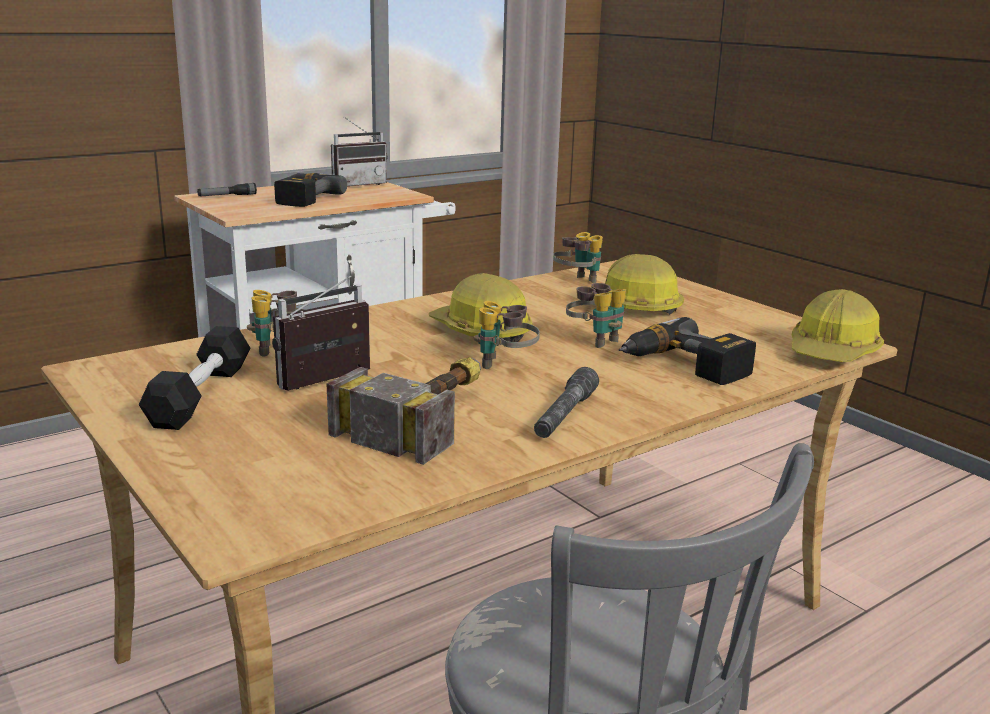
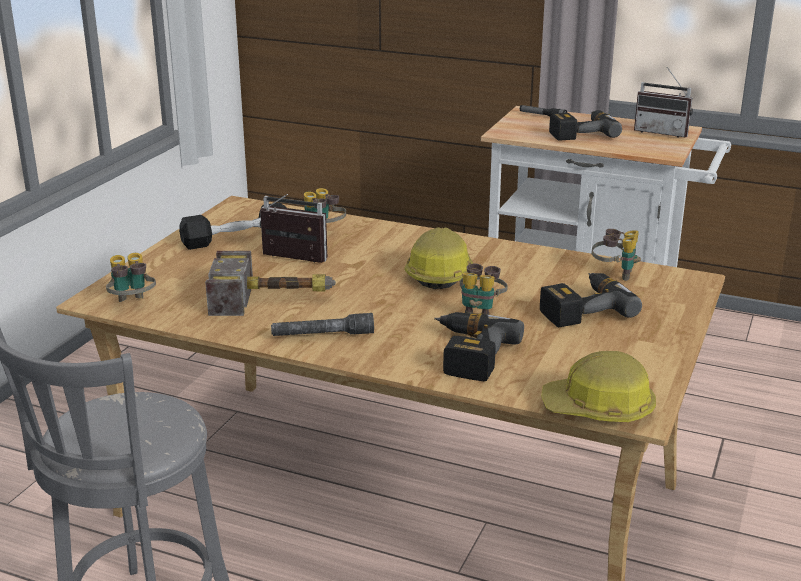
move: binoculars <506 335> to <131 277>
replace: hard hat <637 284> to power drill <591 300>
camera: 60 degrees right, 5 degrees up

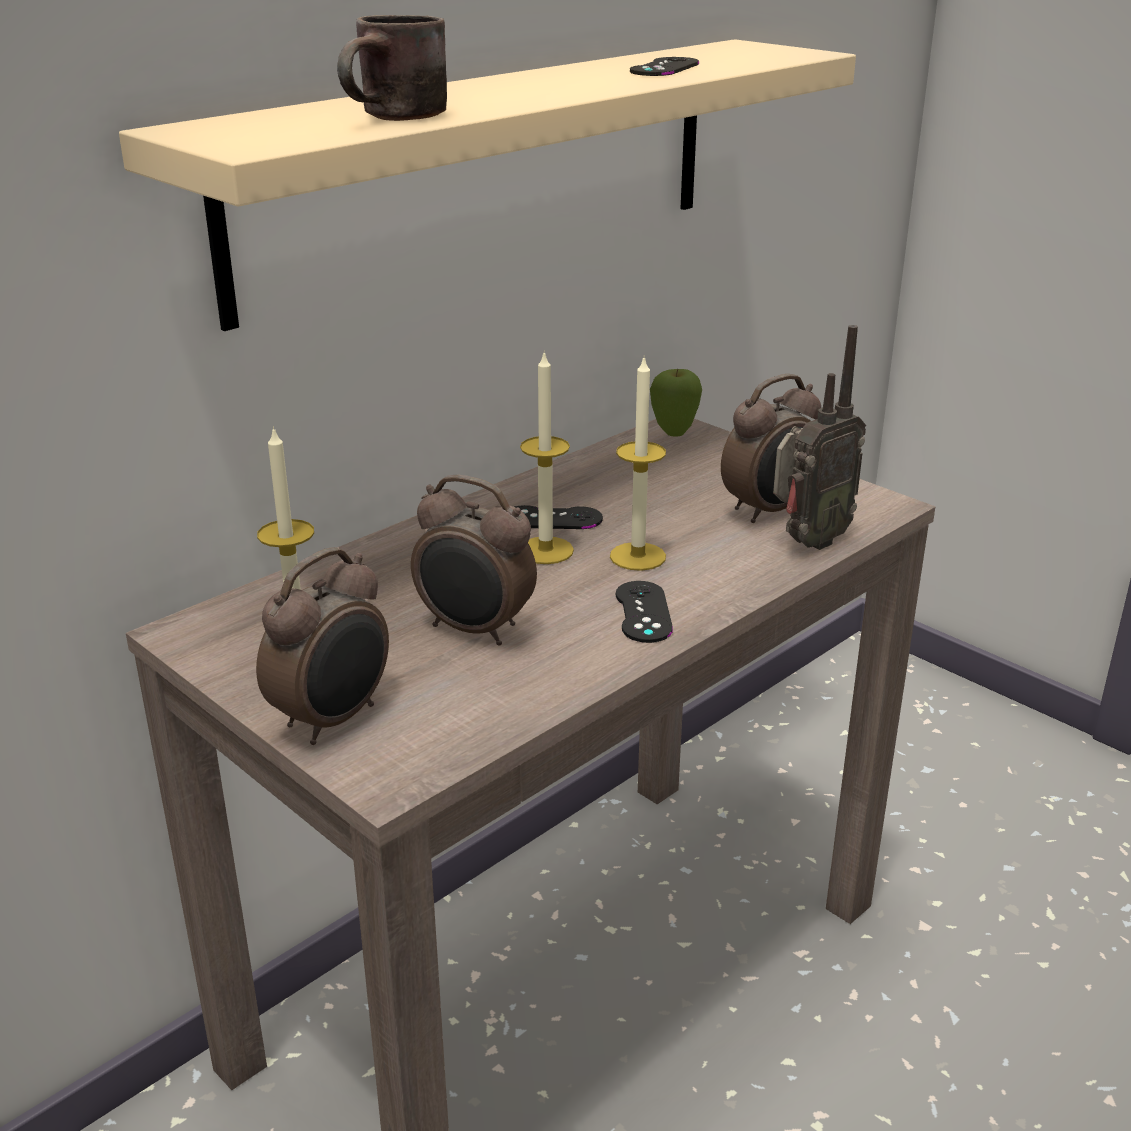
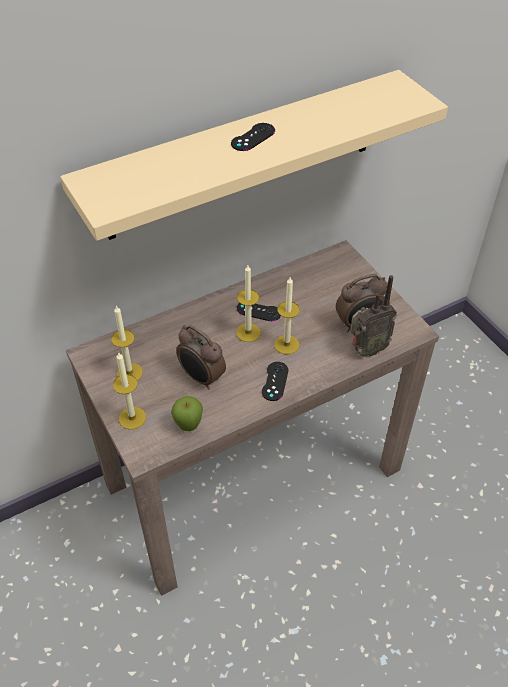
delete: brown mug <392 68>
move: black game controller <664 66> to <253 137>; apple <676 402> to <187 413>
replace: alarm clock <322 646> to candle <129 391>
camera: 15 degrees right, 20 degrees up

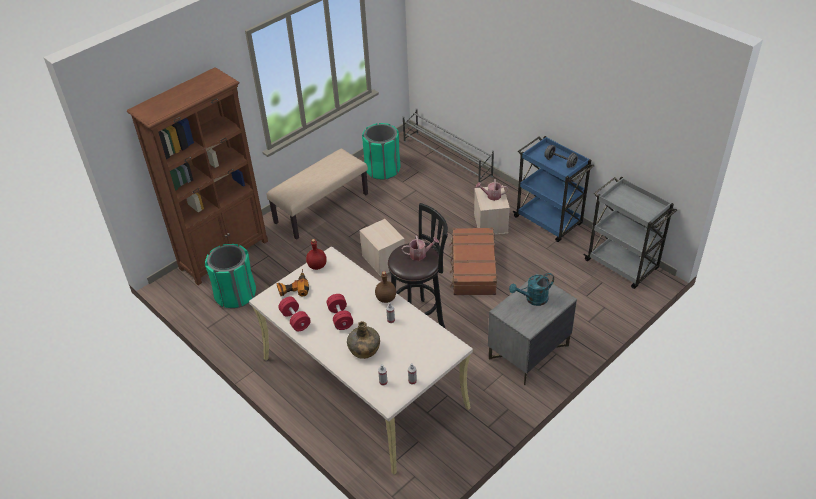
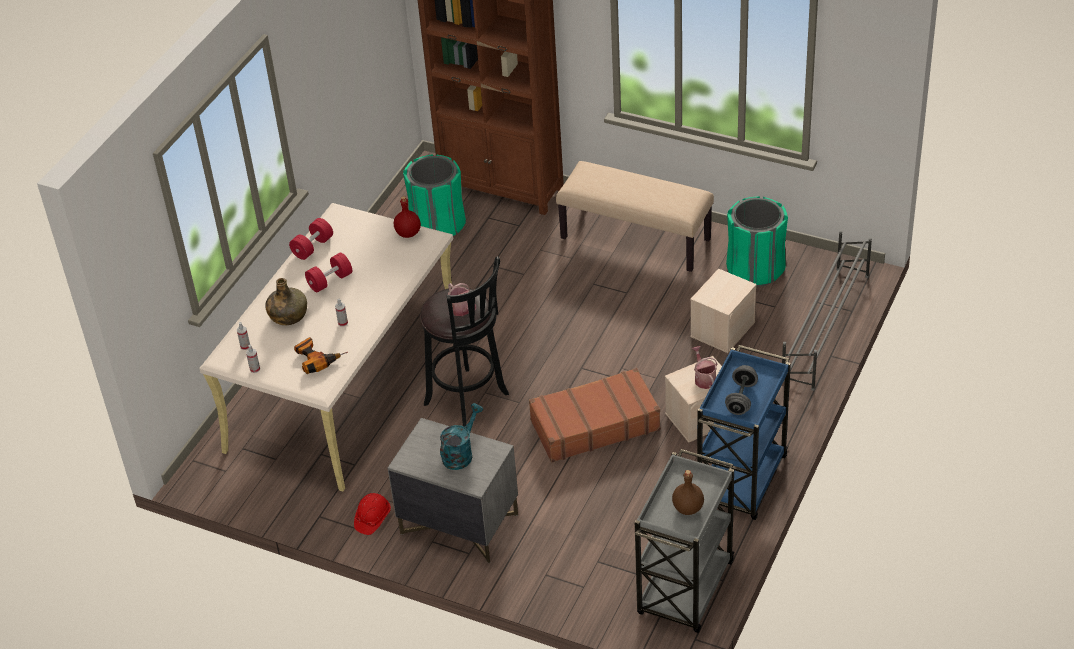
insert: red hard hat <372 514>
move: power drill <292 283> to <321 355>; beige storage box <382 247> to <723 311>; brown bottle <385 287> to <688 492>
rotate: turquoise watering can <531 289> = <461 436> 75 degrees clockwise
camera: 70 degrees right, 0 degrees up

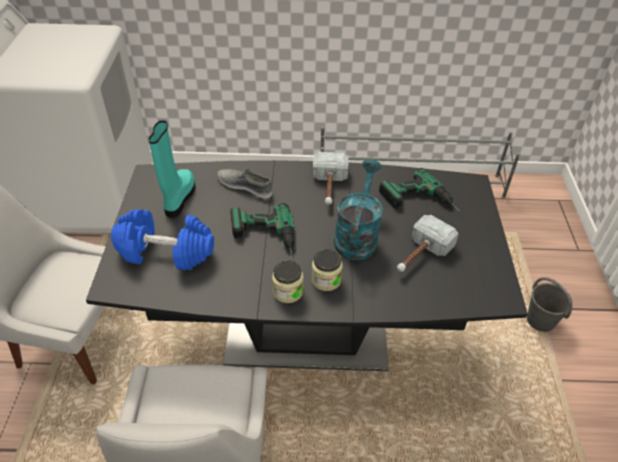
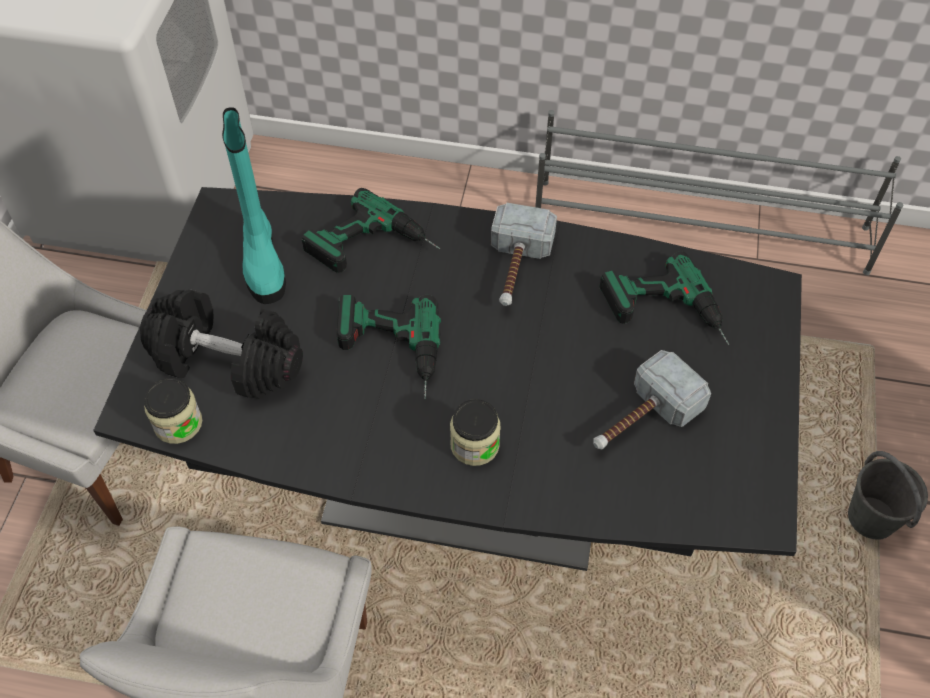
delete: turquoise watering can <358 209>
move: jar <287 281> to <173 411>
replace: grey shoe <245 183> to power drill <371 230>
recolor: blue dumbbell <162 239> to black dumbbell <221 344>
rotate: turquoise boot <172 169> = <254 205> 150 degrees clockwise
camera: 10 degrees right, 10 degrees up

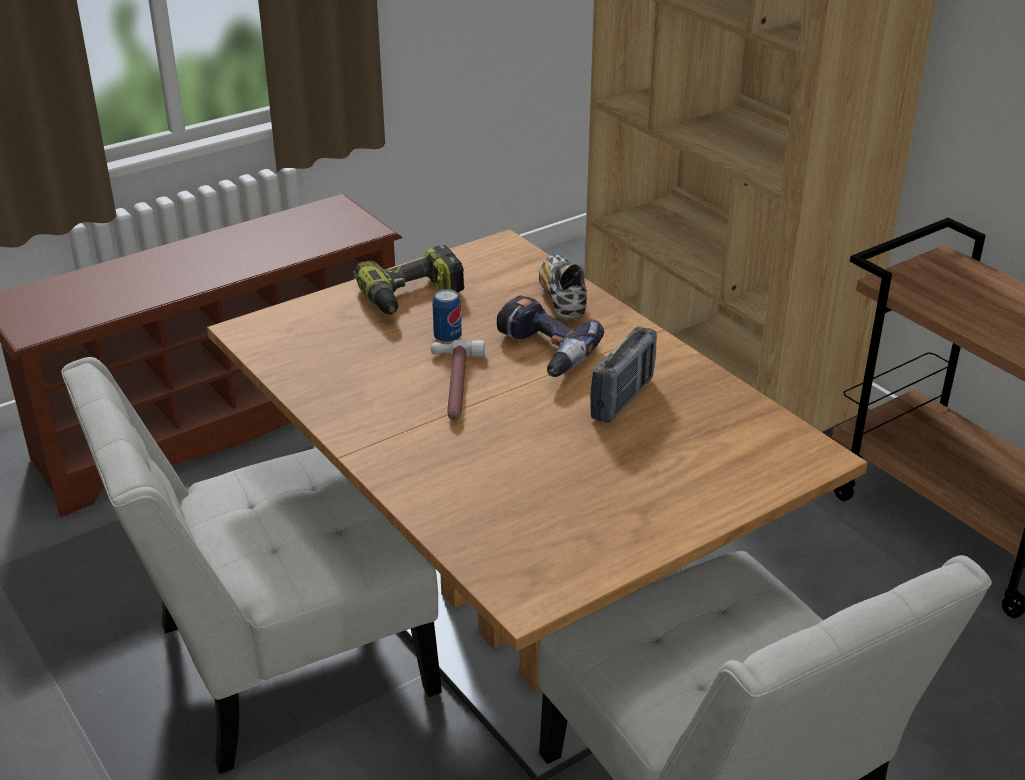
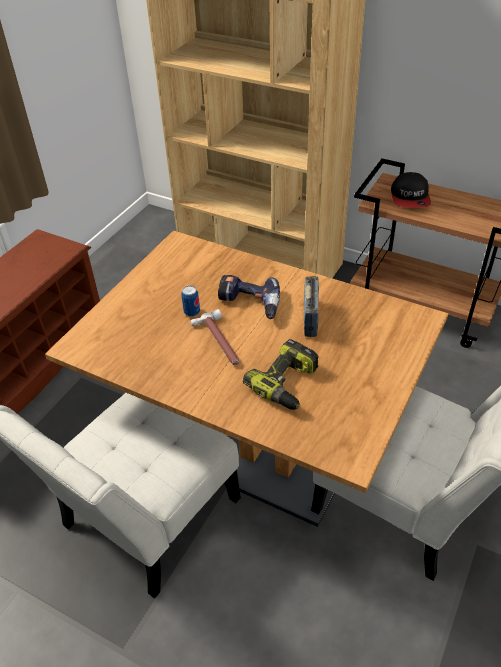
delete: shoe <563 287>
insert: cap <411 190>
move: power drill <409 280> to <280 374>
camera: 25 degrees left, 10 degrees up

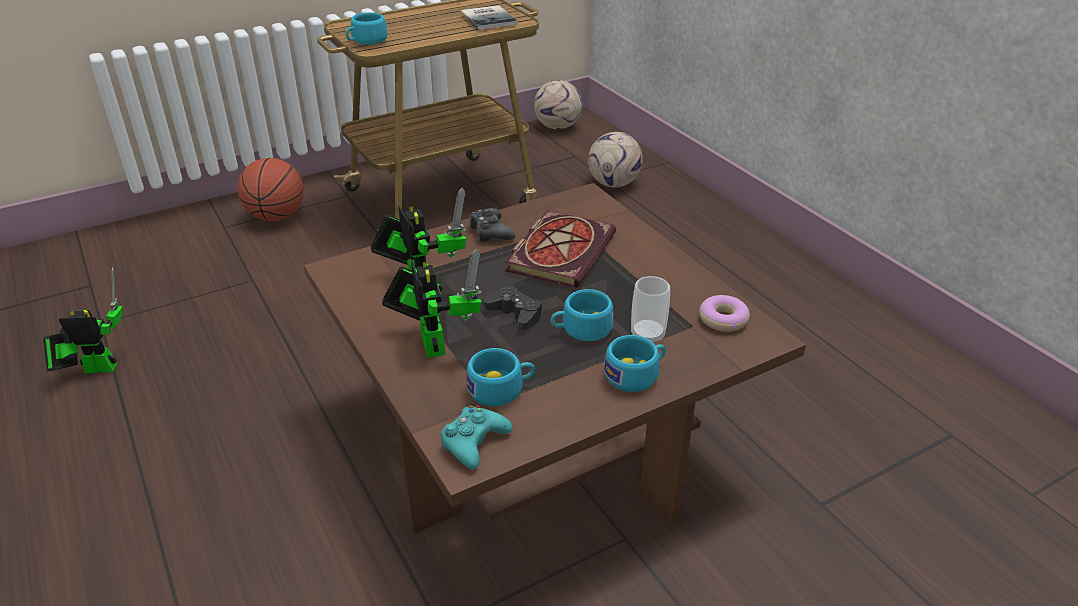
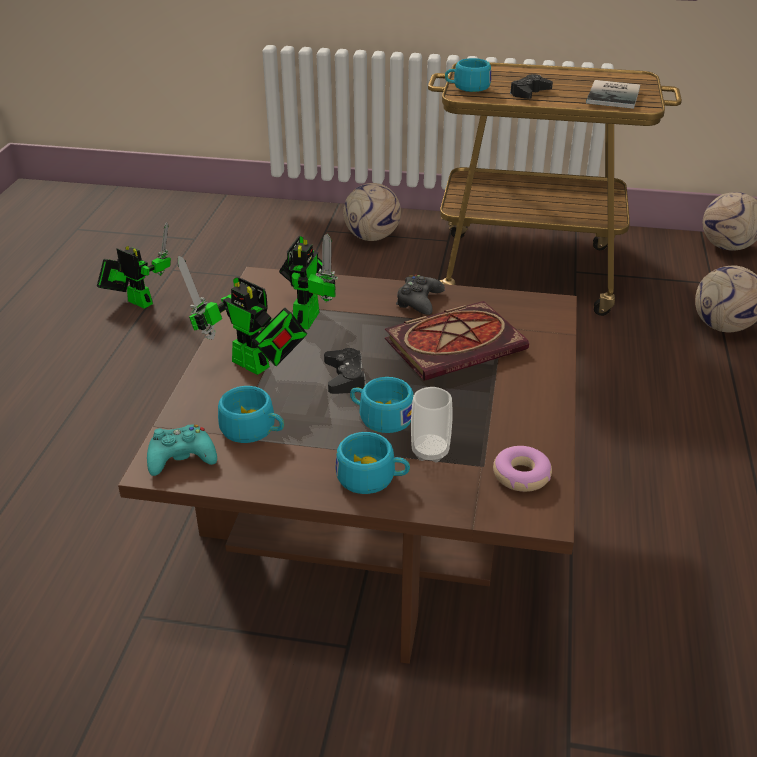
insert: black game controller <531 86>
replace: basketball <270 190> to football <372 212>
rotate: toy robot <432 303> = <242 315> 105 degrees clockwise
camera: 40 degrees right, 0 degrees up

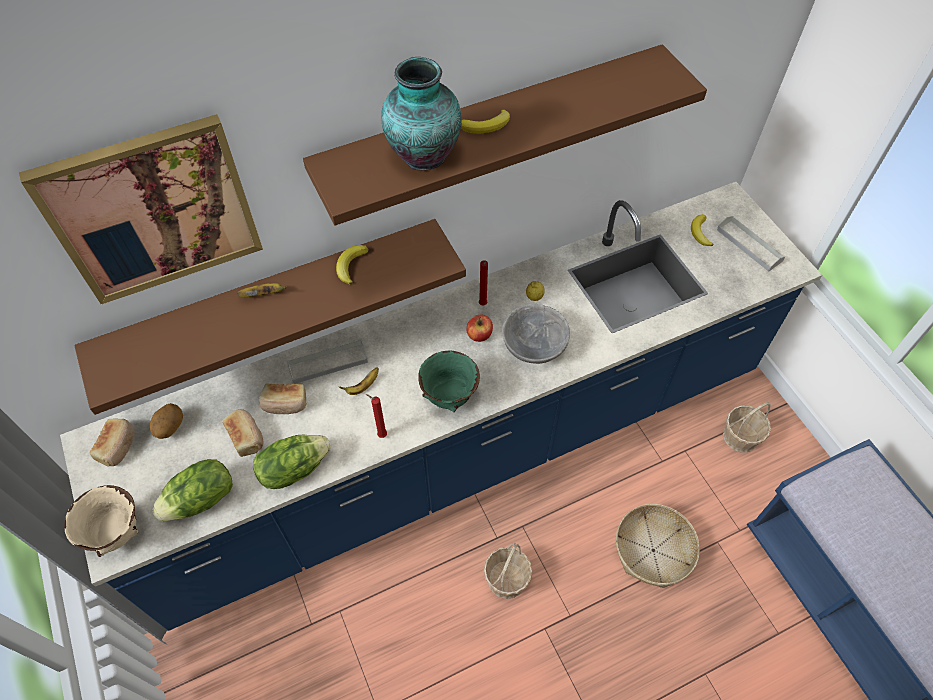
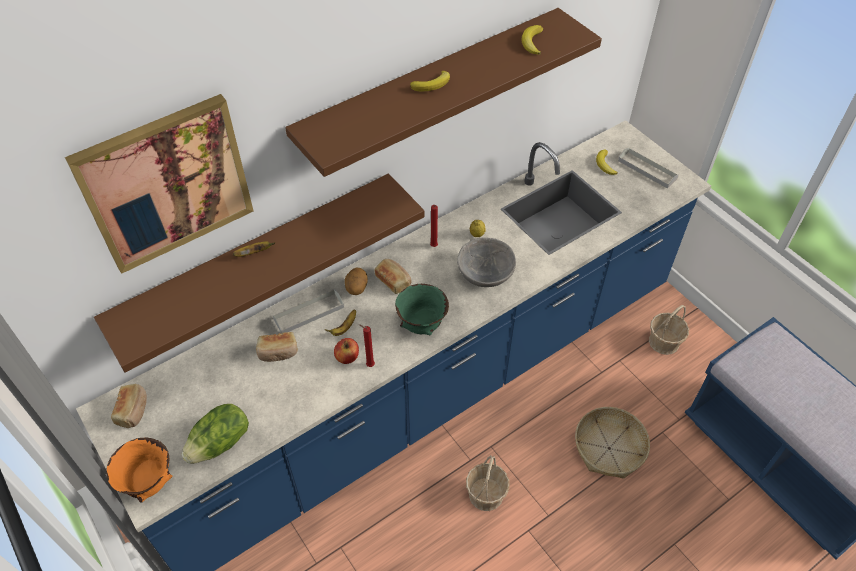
delete: lettuce <292 461>; vase <421 114>
move: potato <166 421> to <356 281>; bread <242 433> to <393 276>; banana <352 265> to <532 40>; apple <480 328> to <346 351>
recolor: beige bowl <101 521> to orange bowl <139 470>
camera: 10 degrees left, 5 degrees down

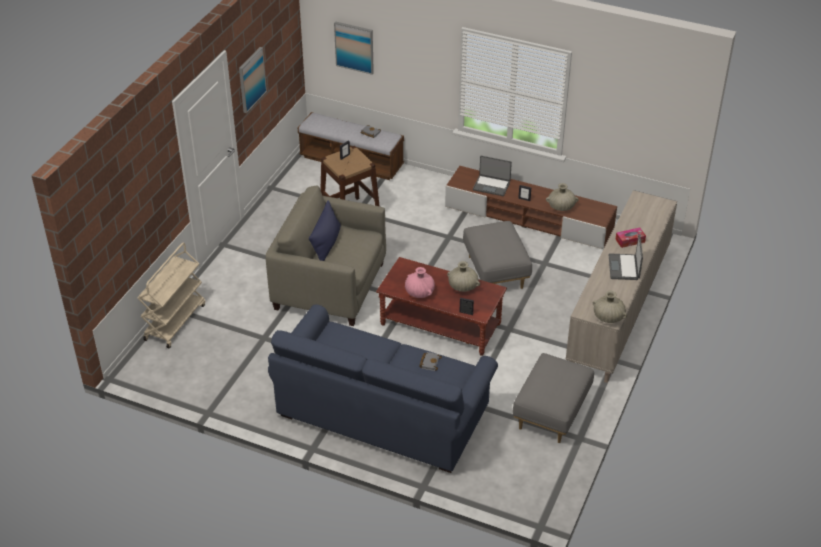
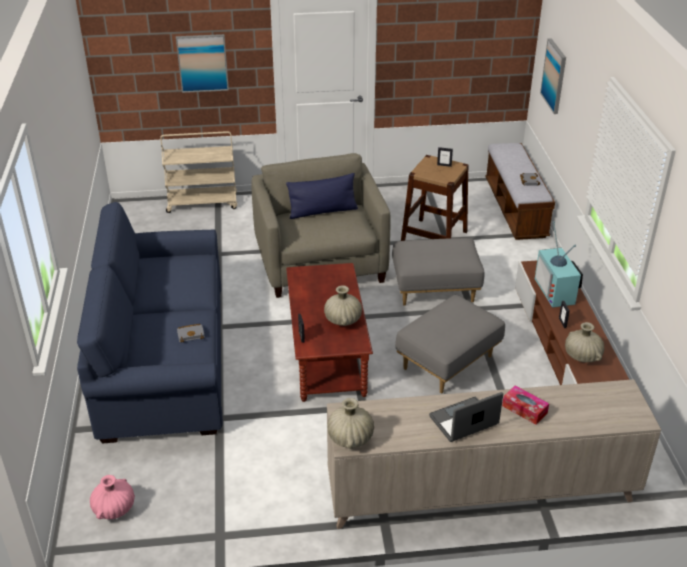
move: picture <253 80> to <202 63>; pink vase <420 282> to <112 497>; grey ottoman <553 398> to <438 272>
replace: laptop <492 176> to television <559 264>
camera: 60 degrees right, 5 degrees down

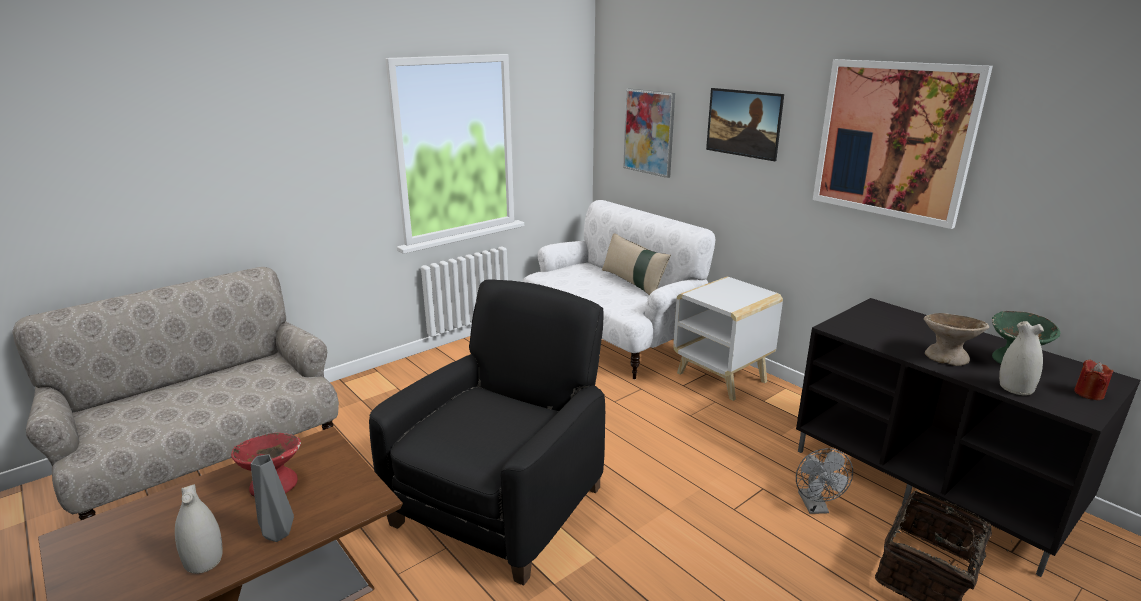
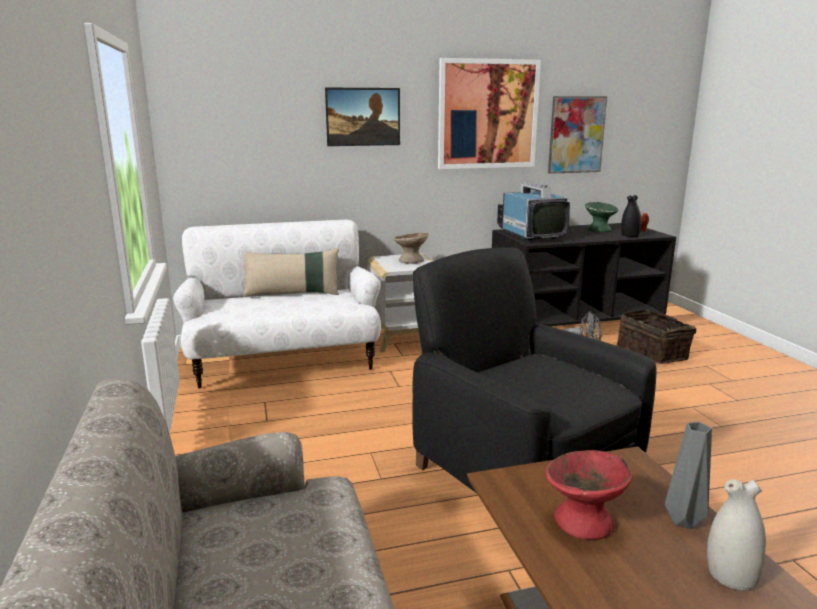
insert: television <533 211>
move: picture <649 133> to <577 135>; beige bowl <956 339> to <411 248>
recolor: white vase <1021 358> to black vase <631 216>
camera: 65 degrees left, 5 degrees down

